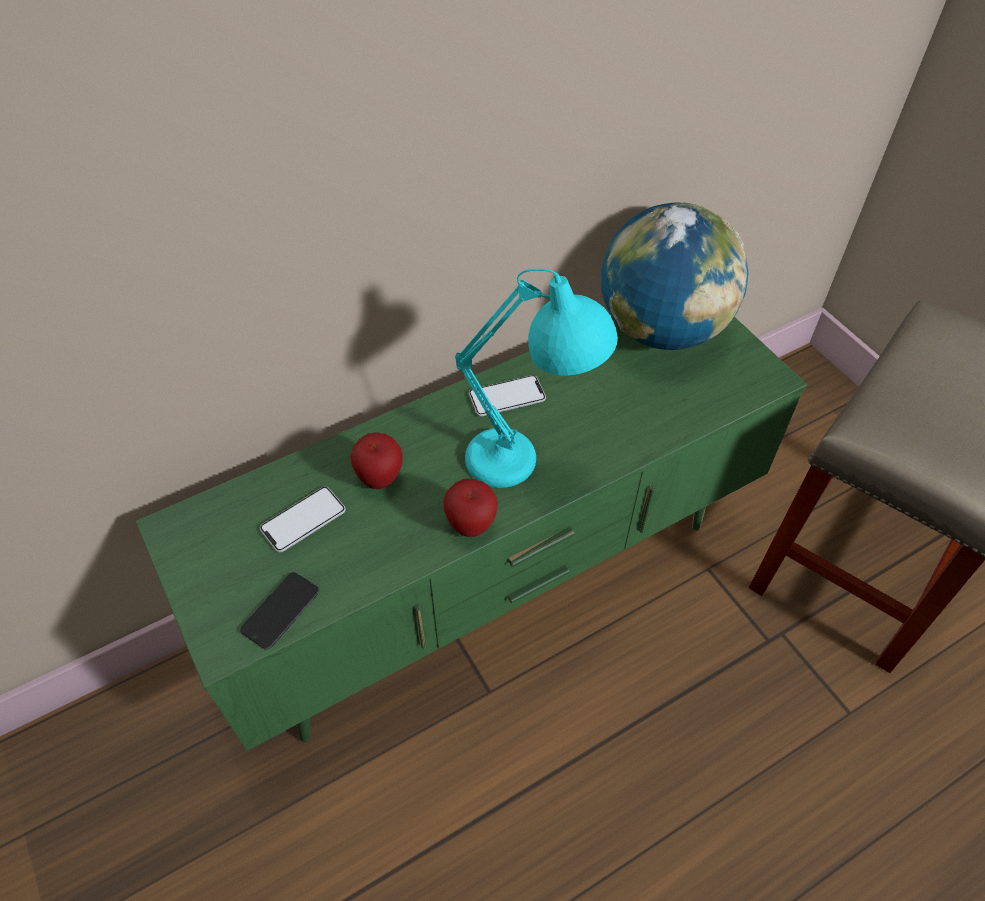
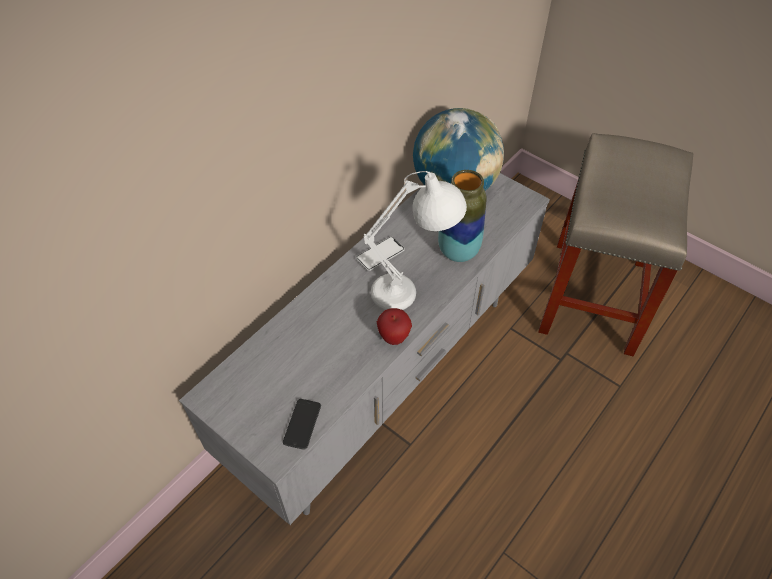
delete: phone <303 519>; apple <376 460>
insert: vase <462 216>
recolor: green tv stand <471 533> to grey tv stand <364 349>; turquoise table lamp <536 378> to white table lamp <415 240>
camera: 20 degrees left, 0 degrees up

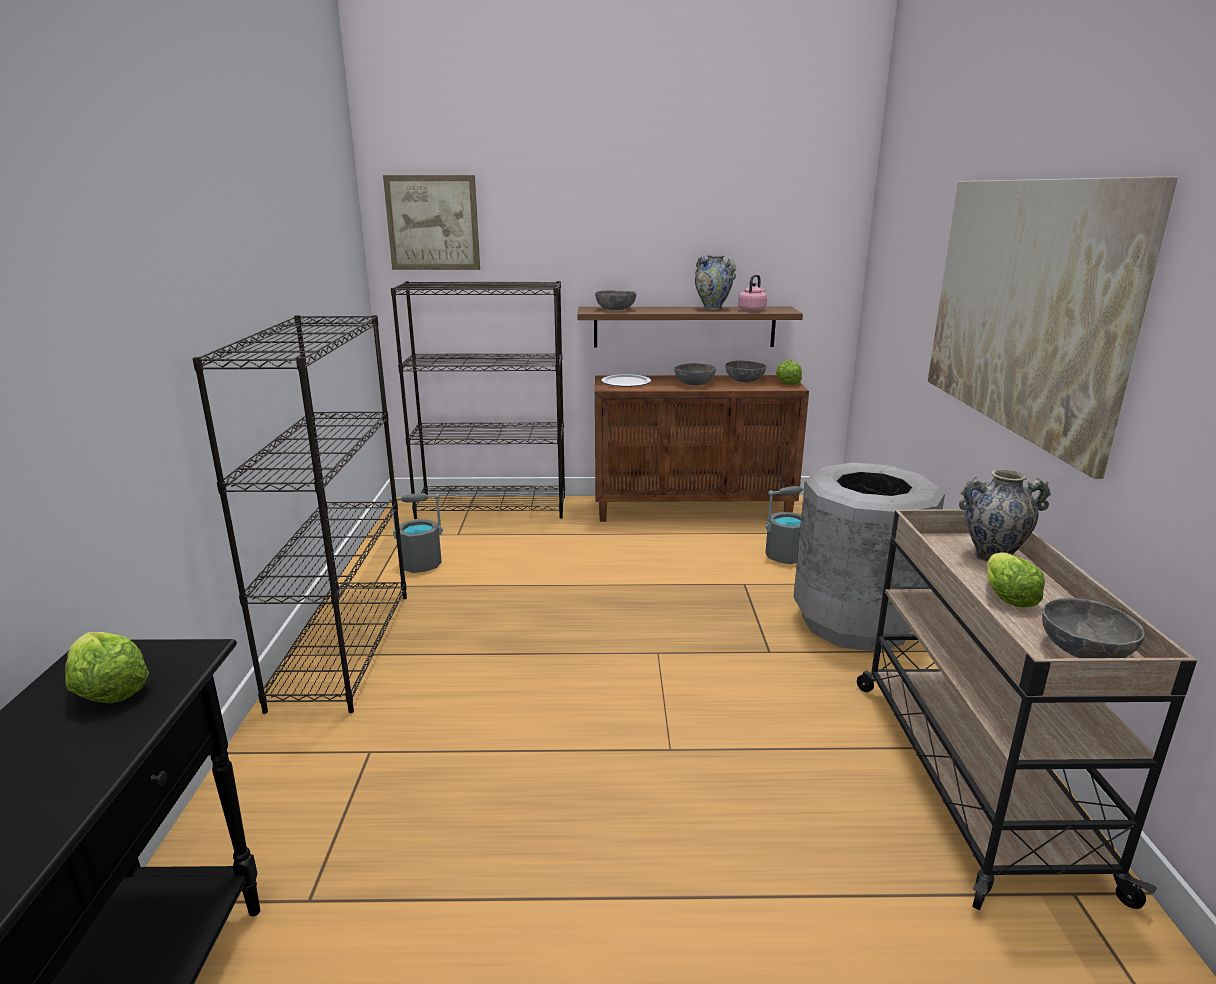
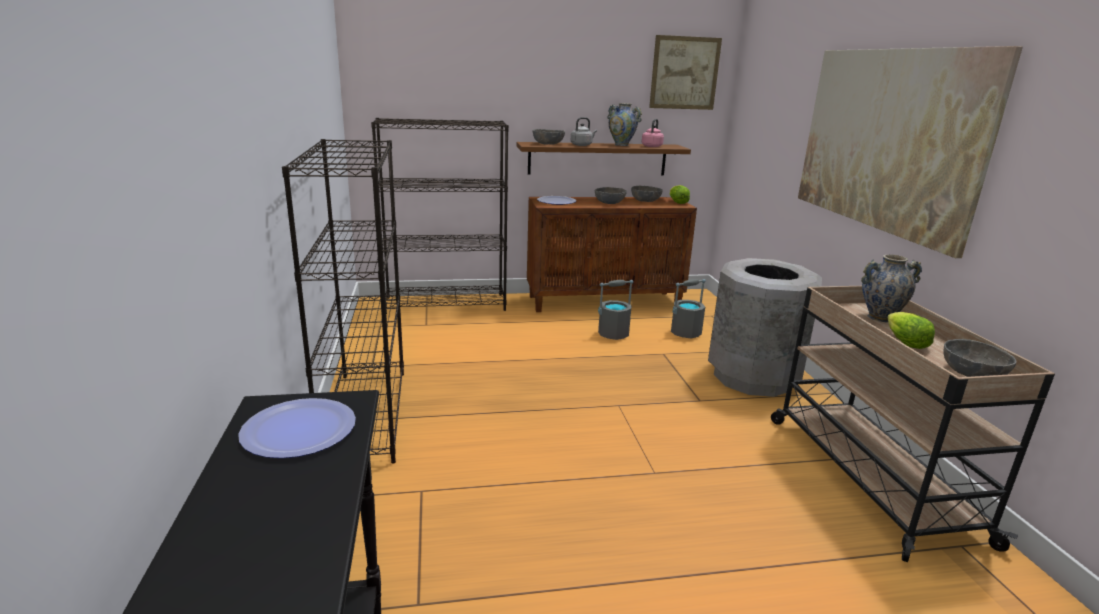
insert: grey kettle <584 131>
move: picture <431 222> to <685 72>; grey bucket <416 533> to <615 310>
replace: lettuce <107 667> to plate <297 428>
camera: 10 degrees left, 0 degrees up

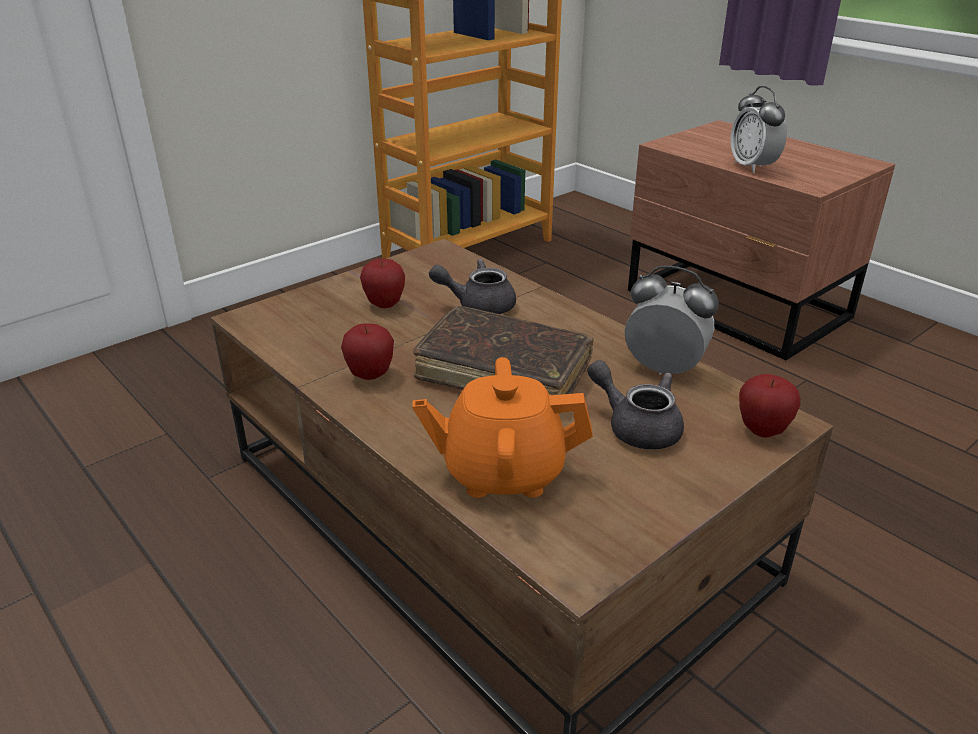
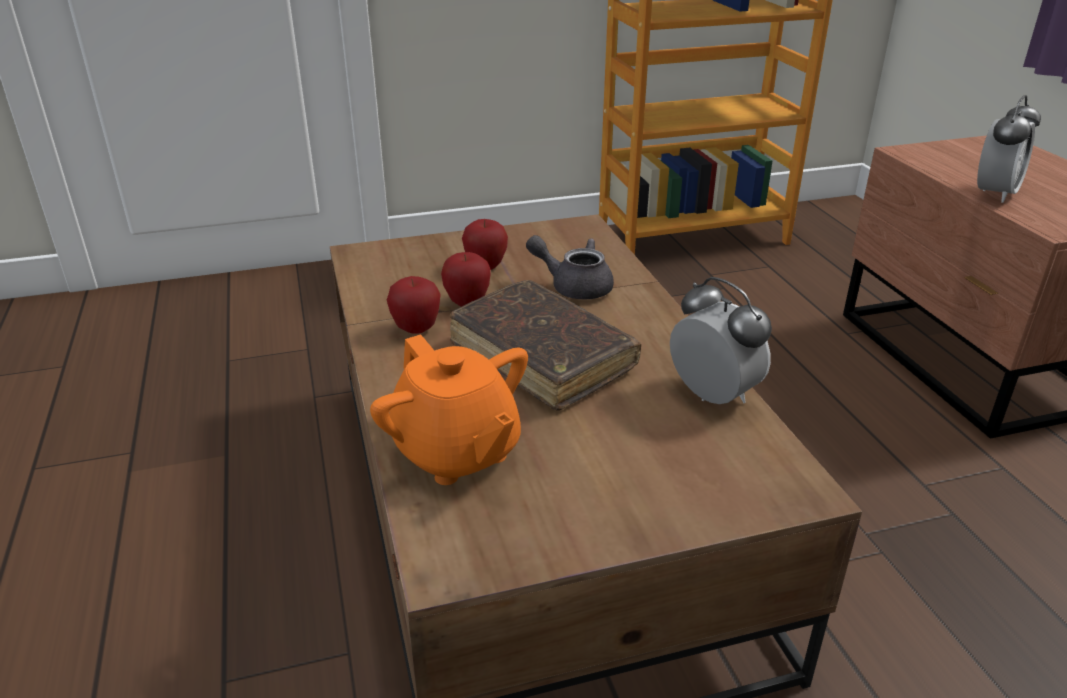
delete: grey teapot <635 405>
move: apple <770 406> to <466 279>
rotate: orange teapot <502 427> = <449 409> 150 degrees counterclockwise; alarm clock <758 129> = <1009 149> 150 degrees counterclockwise
camera: 25 degrees right, 0 degrees up

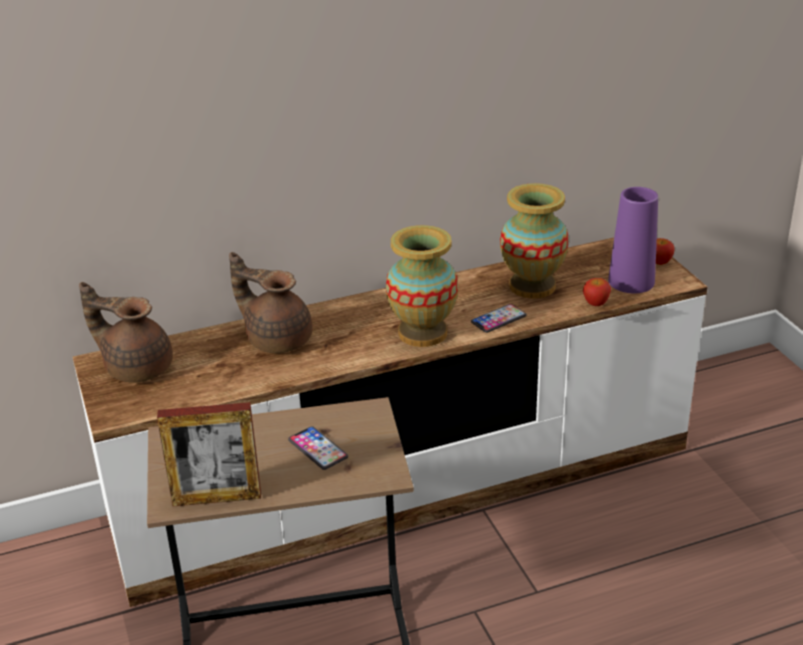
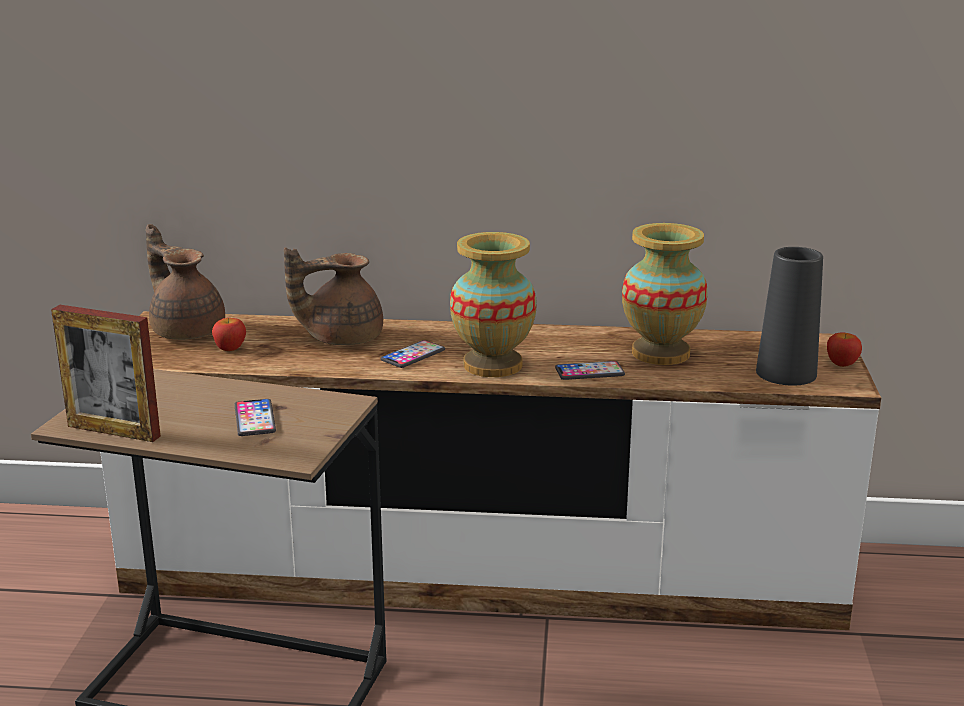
insert: phone <413 354>
move: apple <597 292> to <229 334>
recolor: purple vase <633 240> to black vase <789 316>
rotate: brown teapot <270 302> = <333 296> 75 degrees counterclockwise
camera: 25 degrees right, 10 degrees down

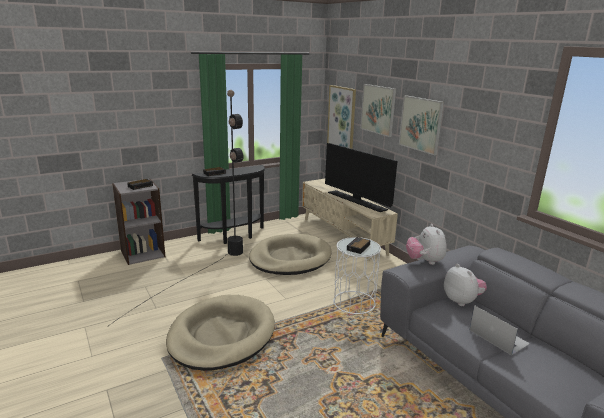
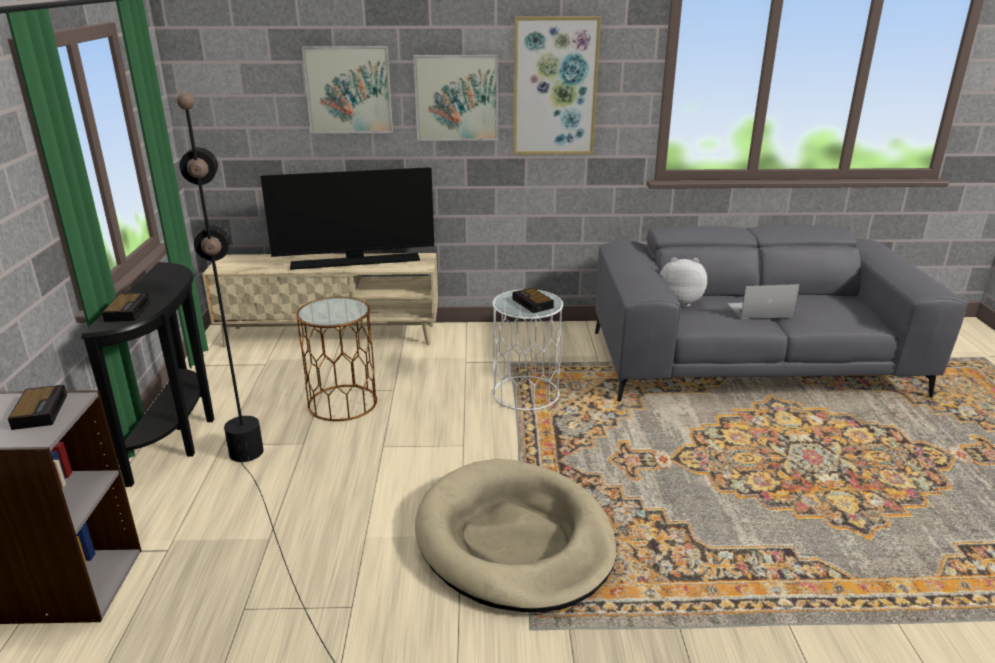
delete: plush toy <426 244>
move: picture <341 117> to <557 85>
replace: beige dog bed <290 254> to brown side table <336 359>
camera: 60 degrees left, 5 degrees up

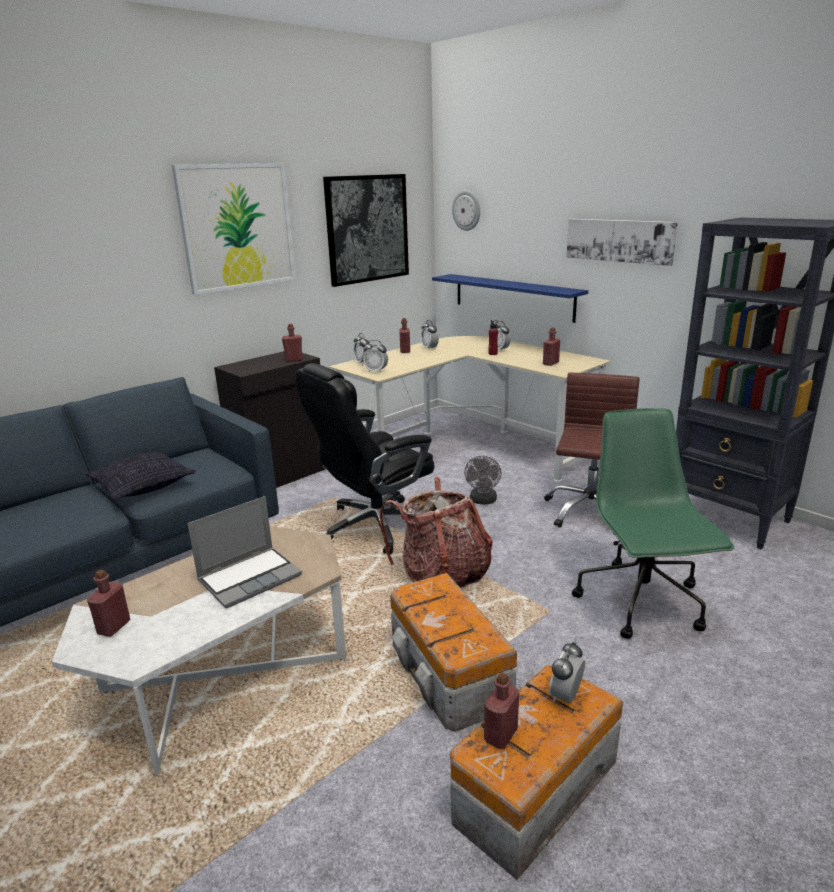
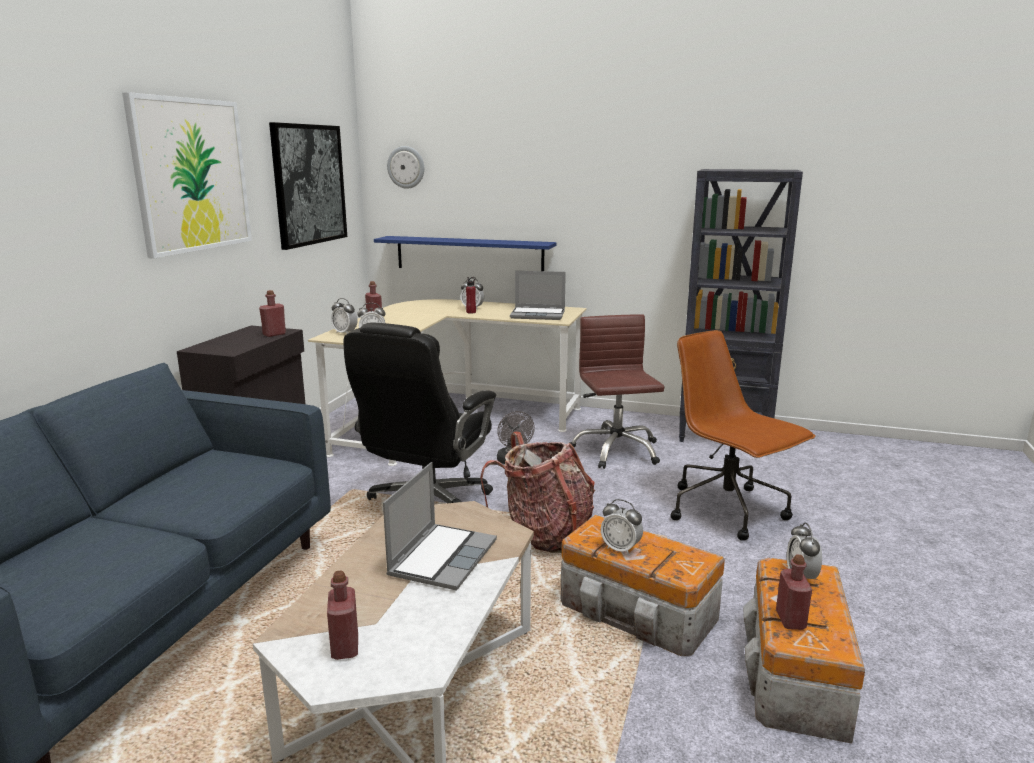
delete: pillow <140 475>; picture <622 242>
move: alarm clock <430 335> to <622 527>
replace: red bottle <551 346> to laptop <538 295>
recolor: green office chair <653 523> to brown office chair <743 435>
camera: 30 degrees left, 5 degrees down

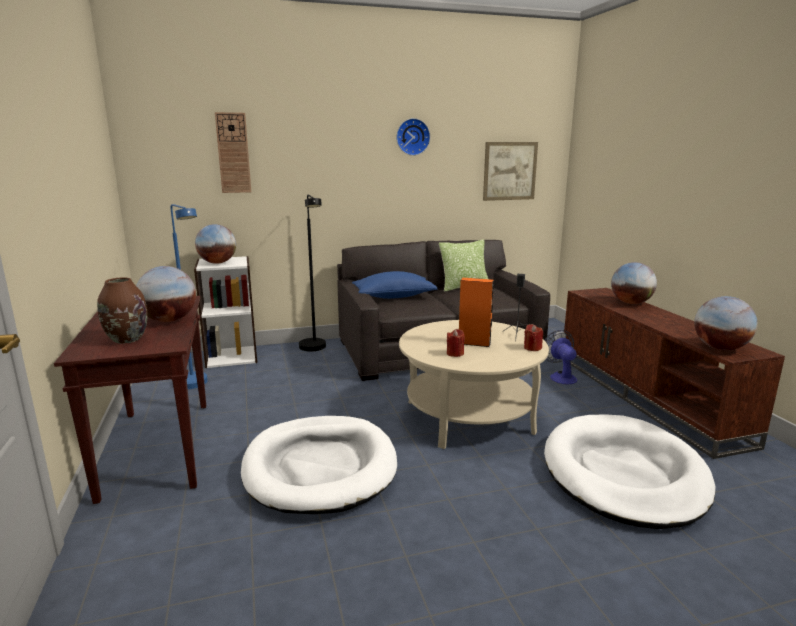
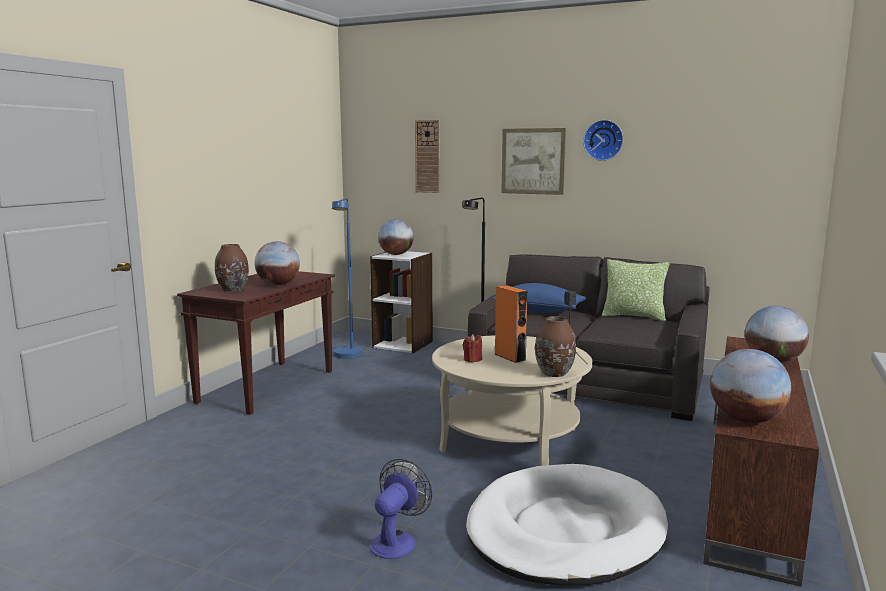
delete: white dog bed <319 465>
move: picture <510 171> to <533 161>; fan <560 357> to <401 509>
replace: red candle <533 337> to brown vase <555 346>
camera: 40 degrees right, 5 degrees down

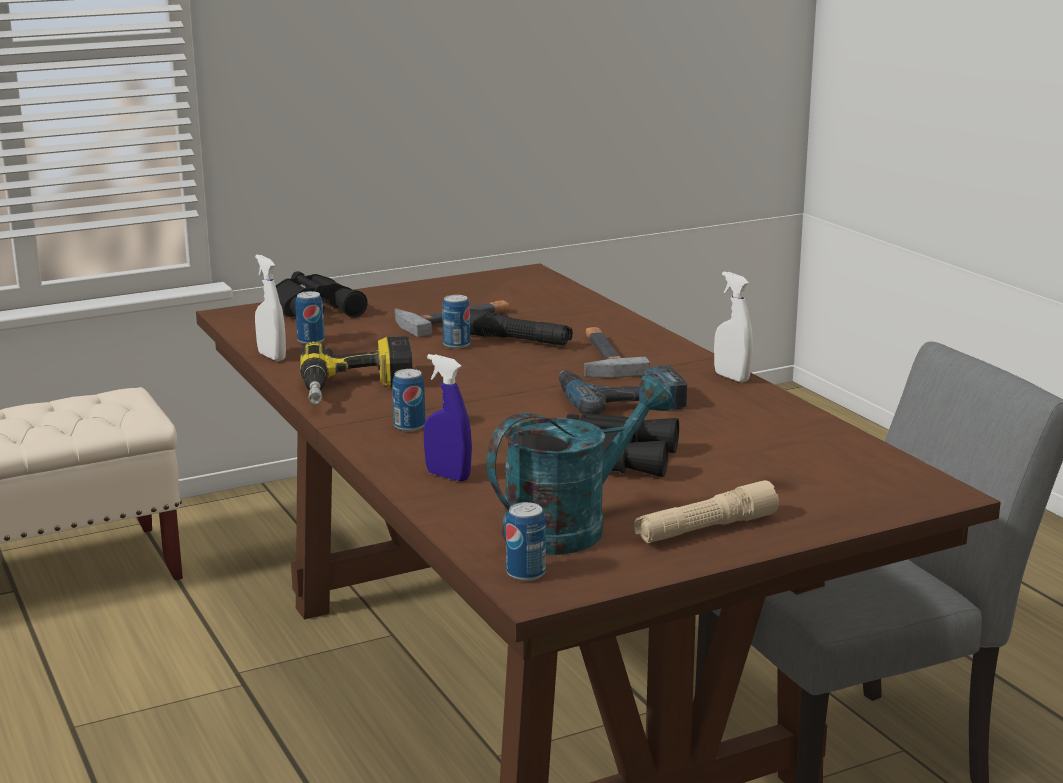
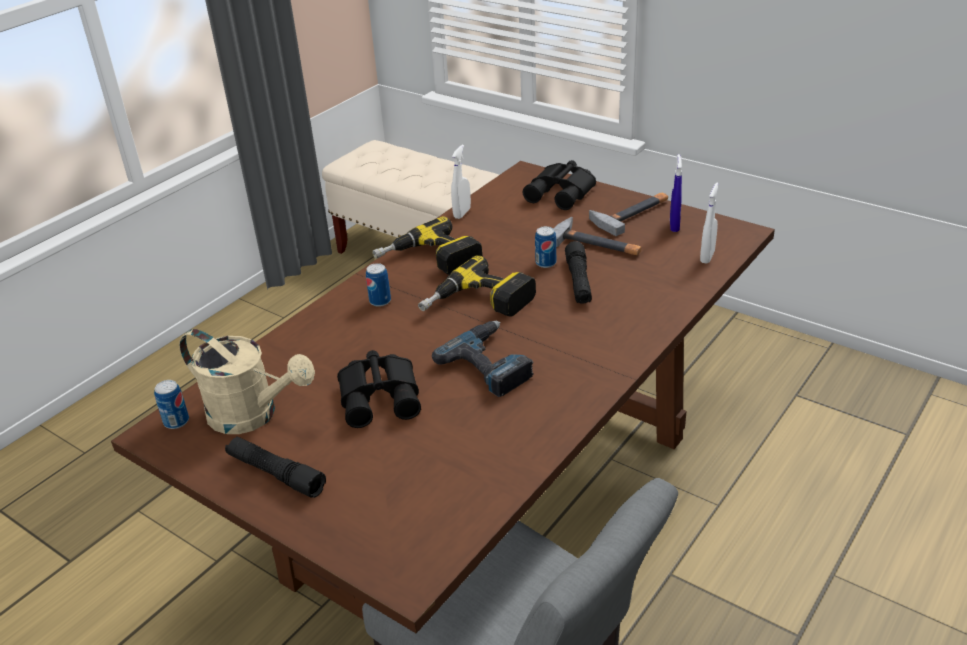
delete: can <310 318>
insert: power drill <477 285>
move: blue spray bottle <448 418> to <676 193>; hammer <617 352> to <628 214>; white spray bottle <733 327> to <709 223>
recolor: turquoise watering can <580 465> to beige watering can <247 381>; beige flashlight <706 511> to black flashlight <275 467>
camera: 65 degrees right, 15 degrees up

